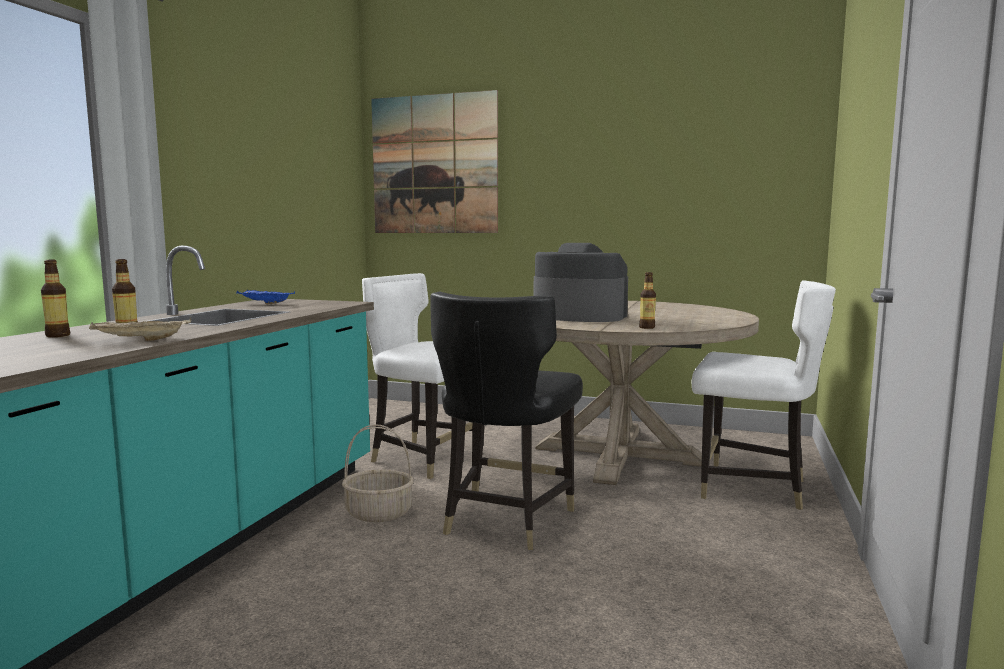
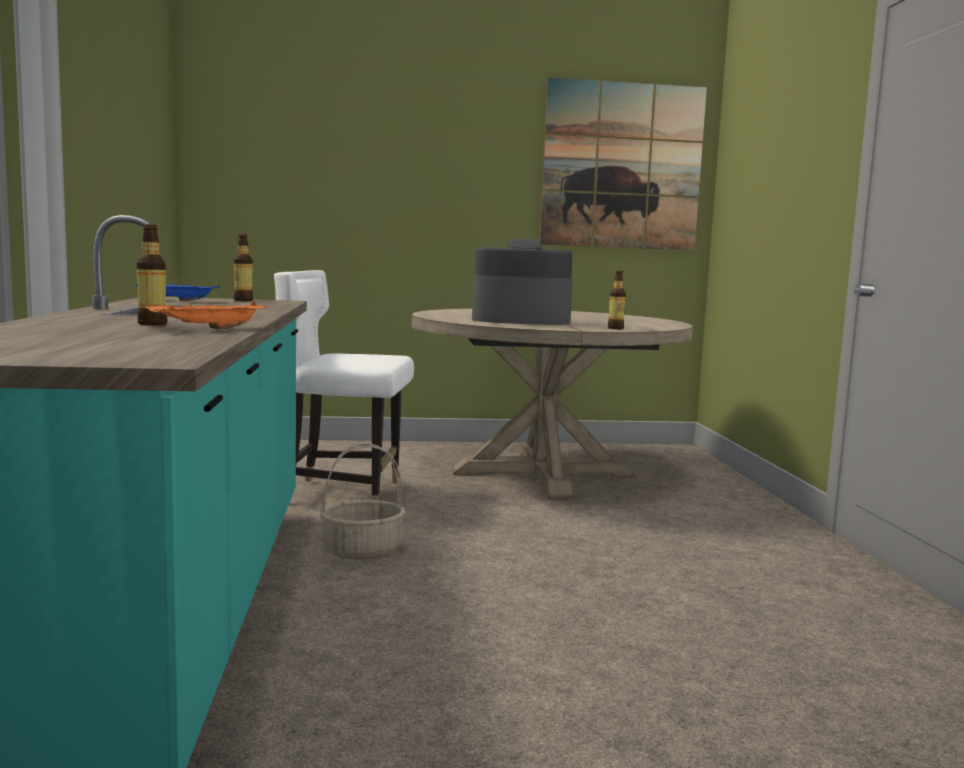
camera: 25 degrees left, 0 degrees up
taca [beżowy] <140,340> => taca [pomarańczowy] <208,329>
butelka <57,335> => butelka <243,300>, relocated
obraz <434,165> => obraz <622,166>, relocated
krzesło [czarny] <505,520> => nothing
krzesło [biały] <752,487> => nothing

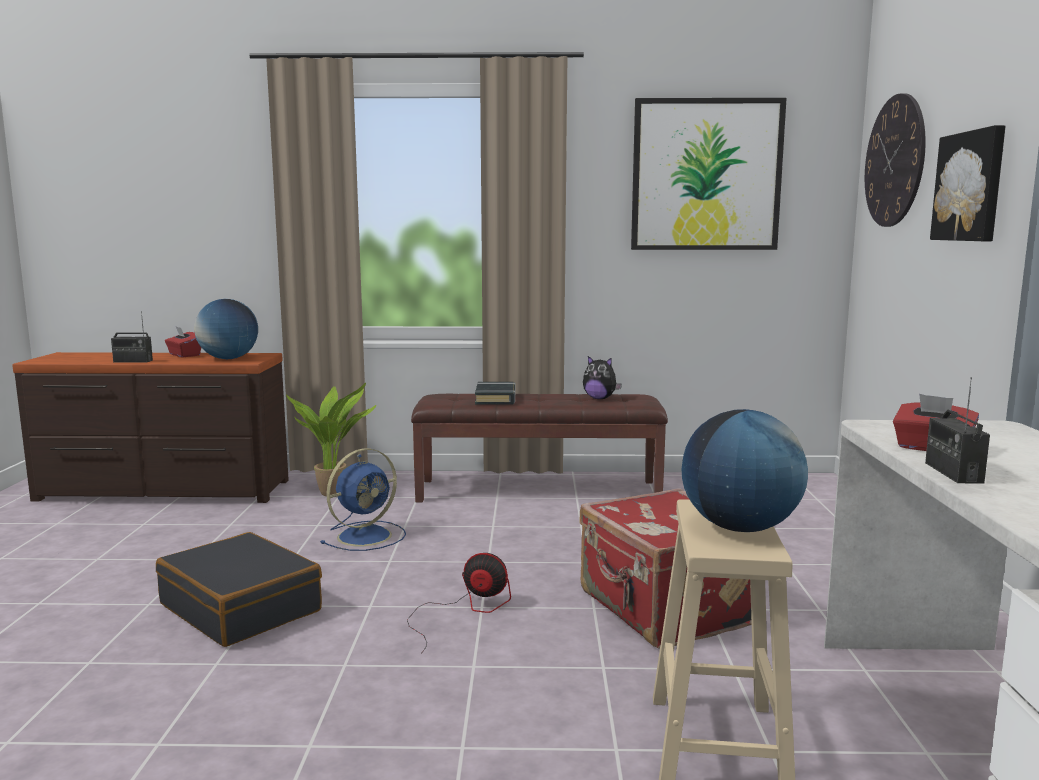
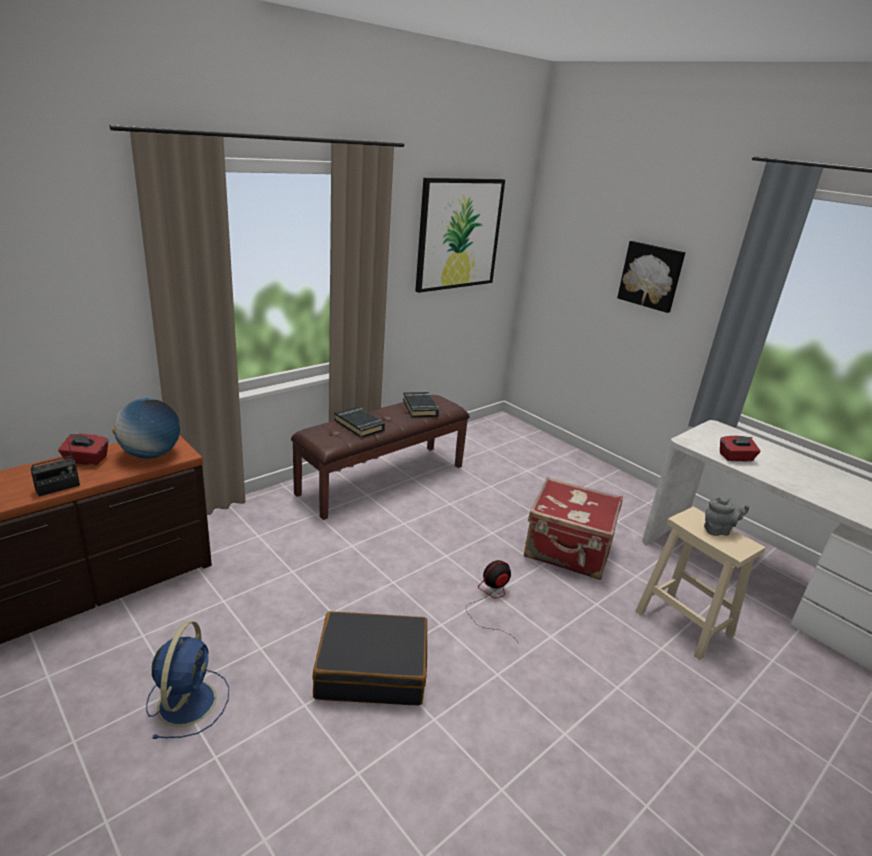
camera: 45 degrees left, 15 degrees up
wentylator [niebieski] <366,536> => wentylator [niebieski] <188,700>, relocated
pluszak <600,398> => książka [czarny] <420,408>
globus <740,528> => imbryk [szary] <718,530>
roślina doniczkowa <334,493> => nothing
zegar ścienny <894,161> => nothing
radio <953,473> => nothing

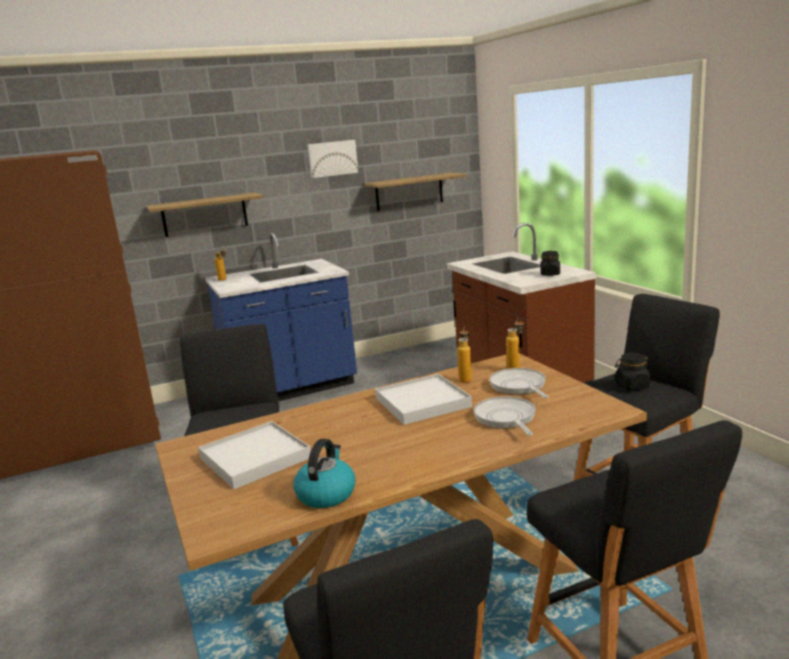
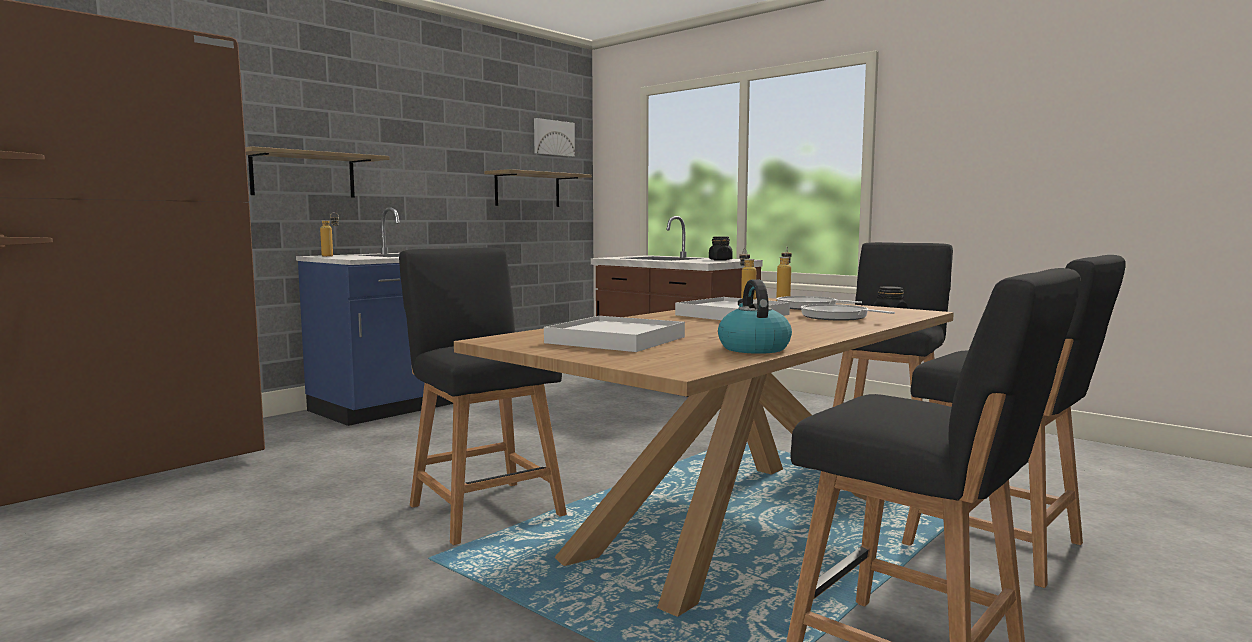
camera: 25 degrees left, 10 degrees down
obraz <332,158> => obraz <553,138>, relocated

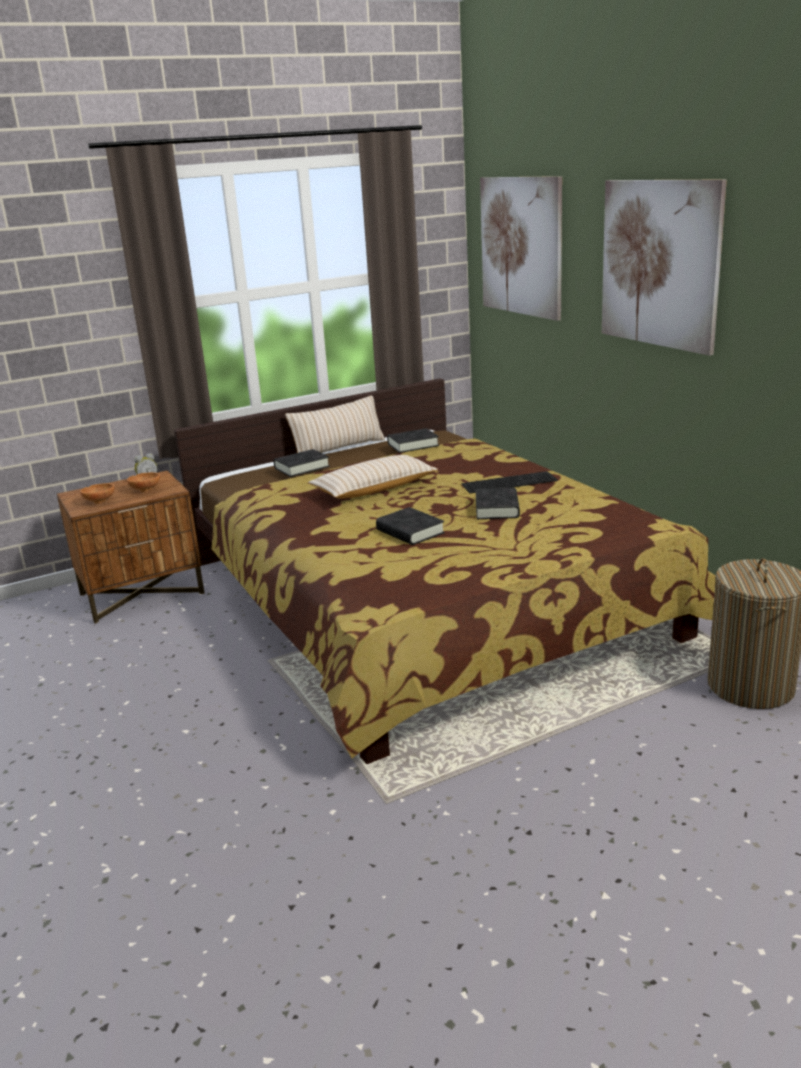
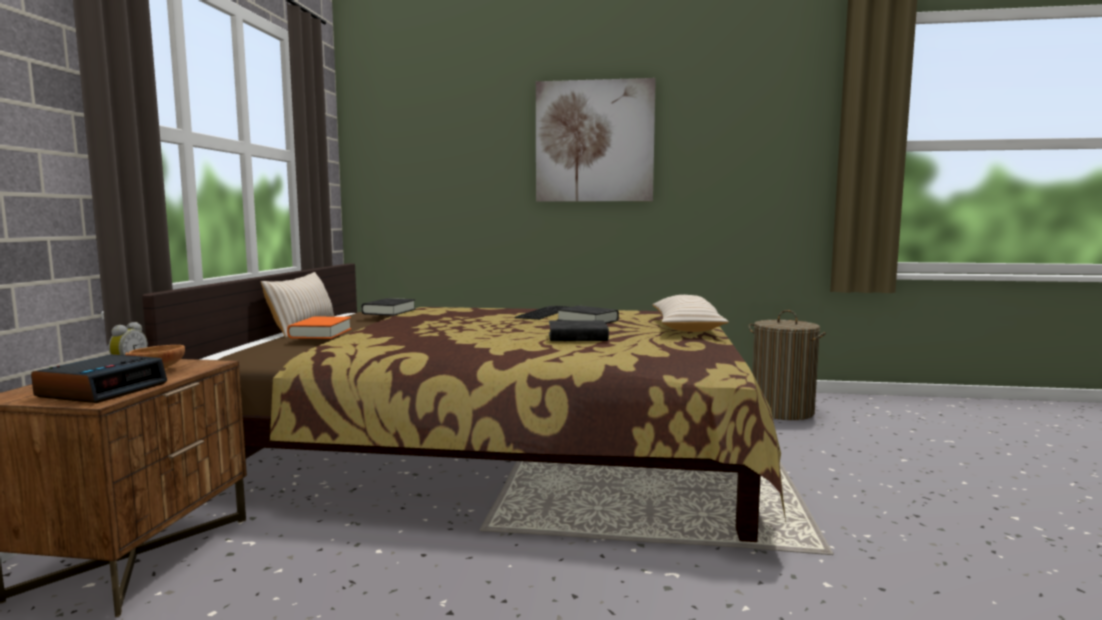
camera: 55 degrees left, 15 degrees down
miska [brązowy] <100,501> => budzik <103,390>
książka [czarny] <302,467> => książka [pomarańczowy] <320,333>
poduszka [beżowy] <374,489> => poduszka [beżowy] <686,327>, relocated
obraz <521,246> => nothing

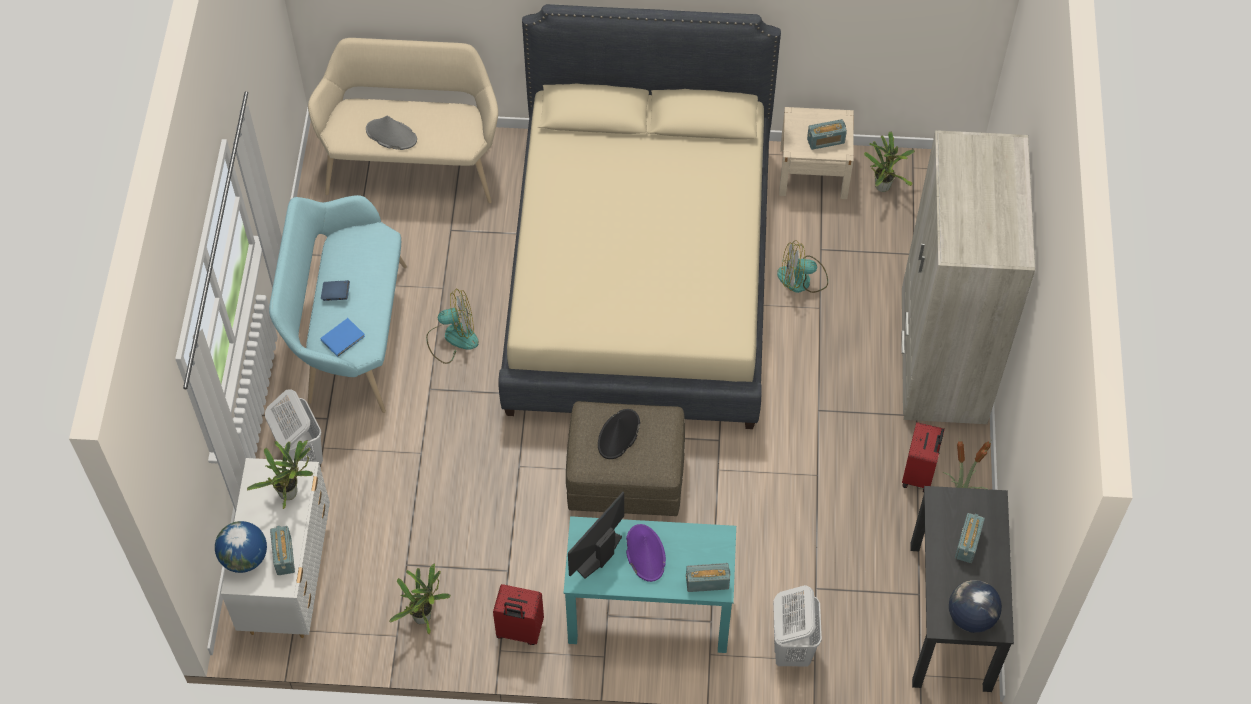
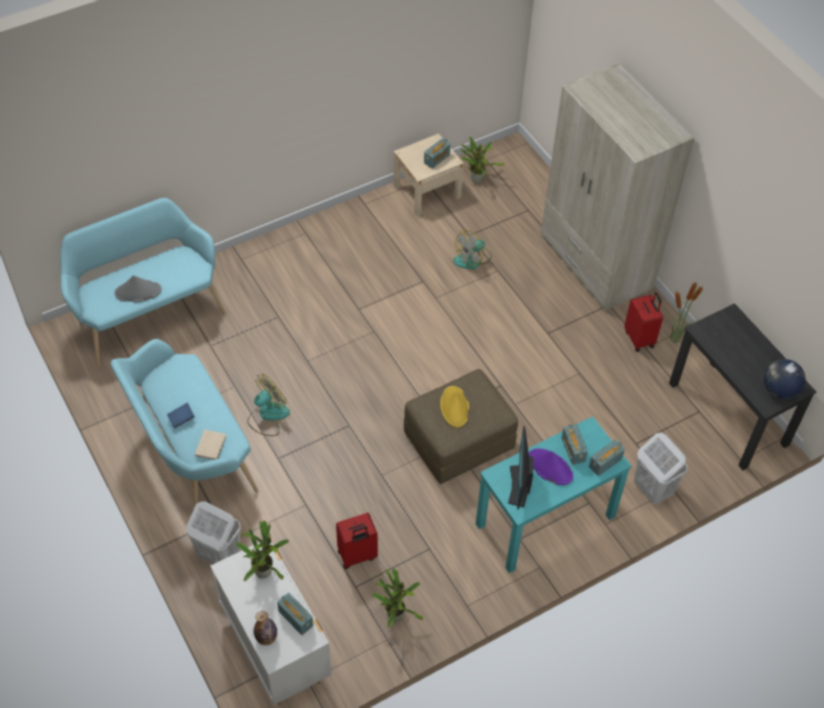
camera: 35 degrees left, 5 degrees down
ławka [beżowy] <413,163> => ławka [turkusowy] <148,315>
książka [niebieski] <344,338> => książka [beżowy] <211,445>
globus <244,558> => butelka <266,638>
walizka [czerwony] <519,631> => walizka [czerwony] <357,556>, relocated
kapelusz [czarny] <618,435> => kapelusz [żółty] <454,407>
radio <967,543> => radio <573,450>, relocated
łóżko [beżowy] <640,276> => nothing

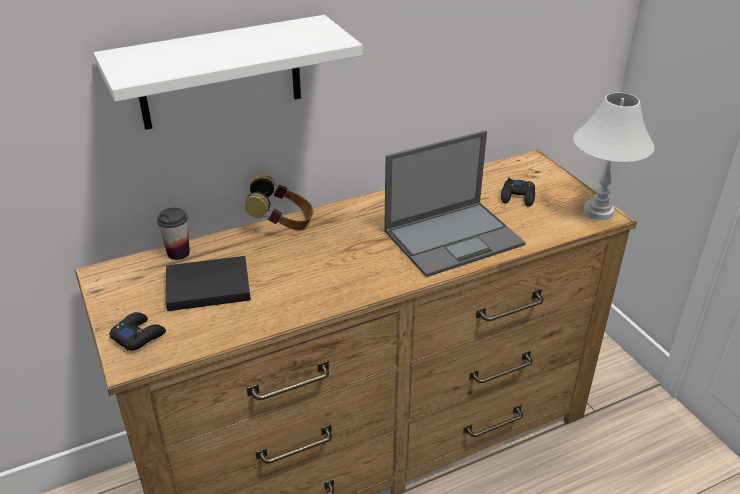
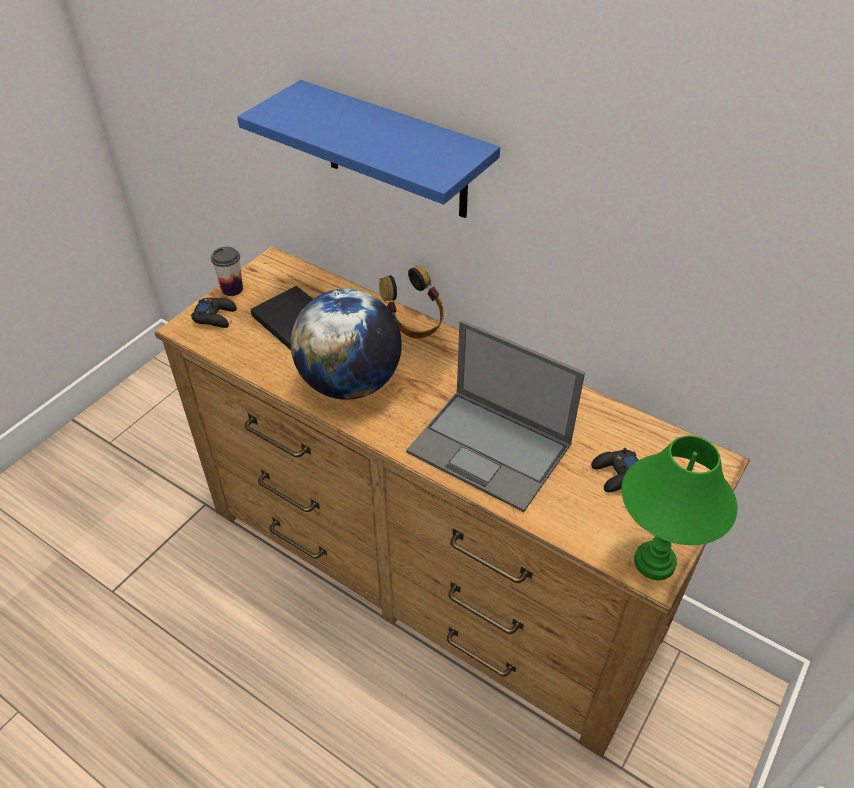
camera: 60 degrees right, 10 degrees up
filiżanka <178,253> => filiżanka <232,289>, relocated
półka [biały] <220,73> => półka [niebieski] <396,152>
nothing => globus <350,383>
lampa stołowa [biały] <598,211> => lampa stołowa [zielony] <655,562>

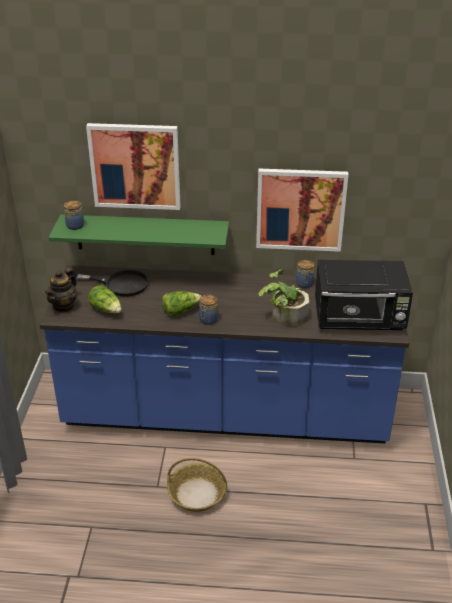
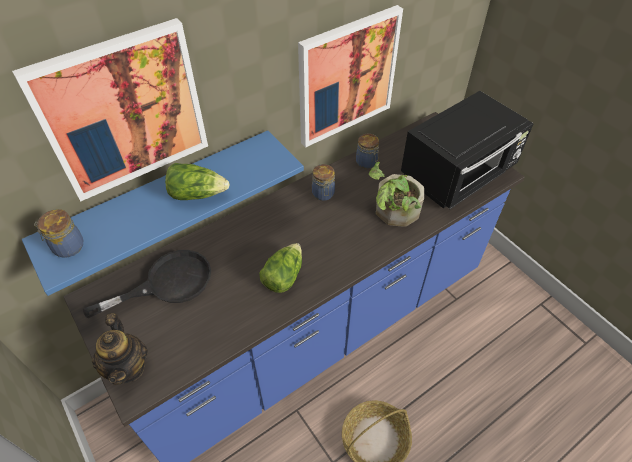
camera: 40 degrees left, 15 degrees up
półka [zielony] <145,234> => półka [niebieski] <163,200>
sałata <106,310> => sałata <197,194>, relocated
słoik <208,320> => słoik <323,194>, relocated

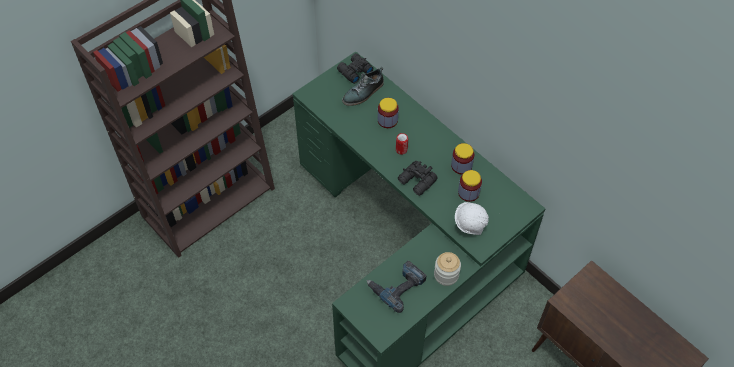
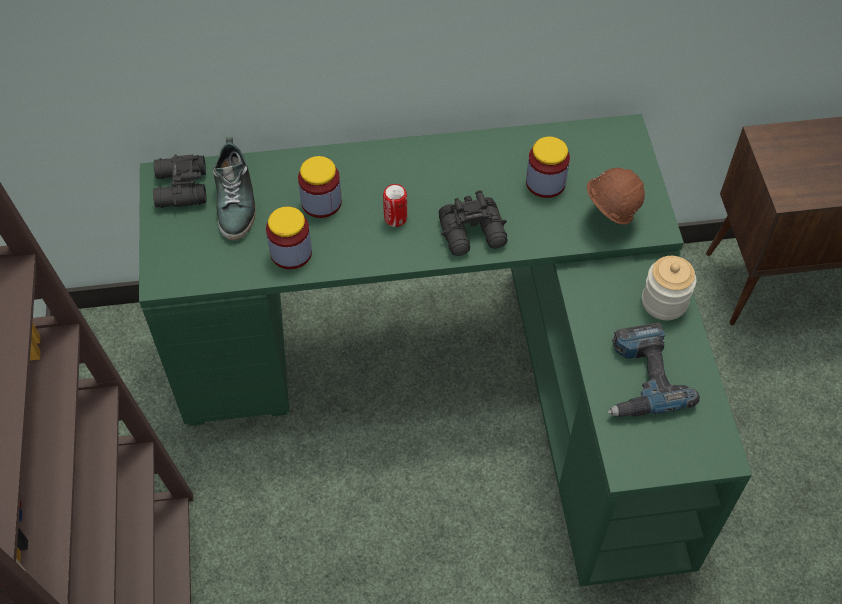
camera: 55 degrees left, 0 degrees up
słoik <461,166> => słoik <291,253>, relocated
kask [biały] <470,226> => kask [brązowy] <608,217>

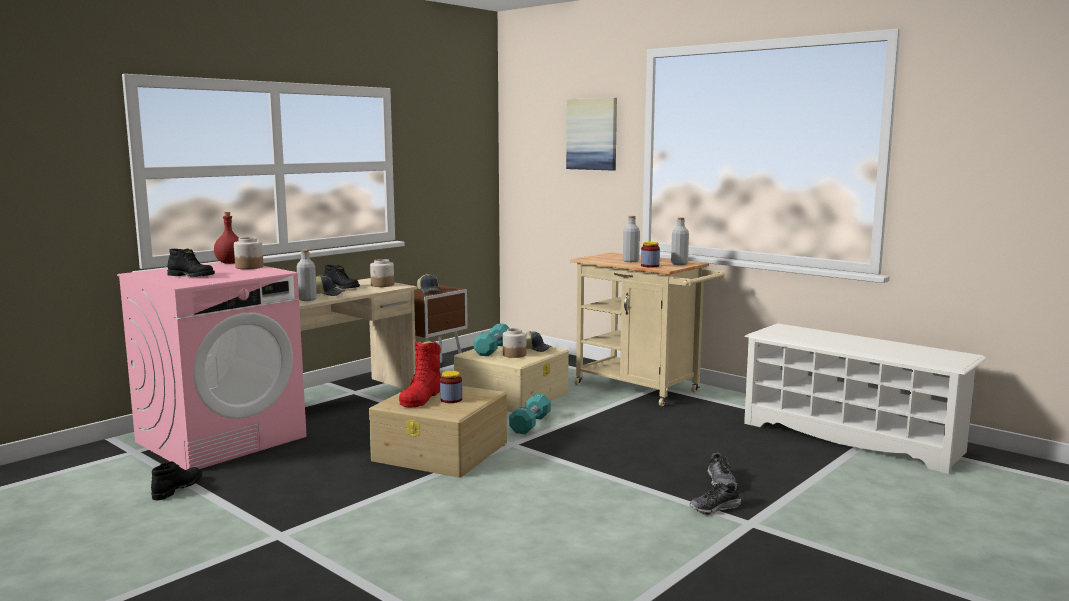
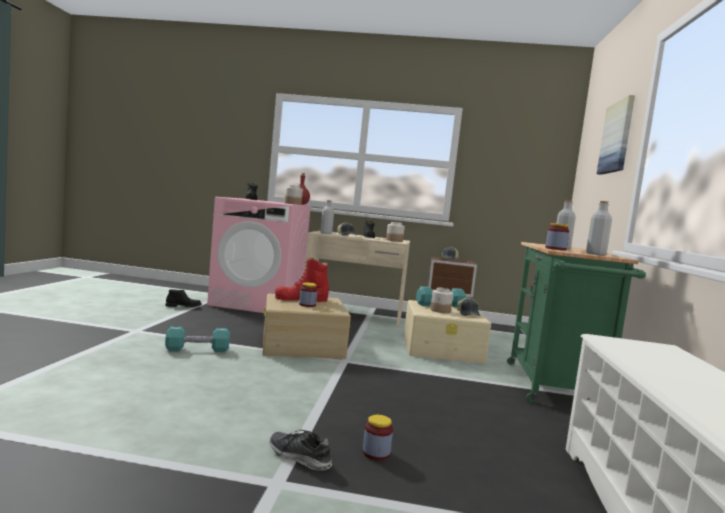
camera: 55 degrees right, 5 degrees down
hantel [turkusowy] <530,424> => hantel [turkusowy] <197,350>, relocated
but <721,481> => słoik <376,453>
wózek [beżowy] <643,389> => wózek [zielony] <554,389>

